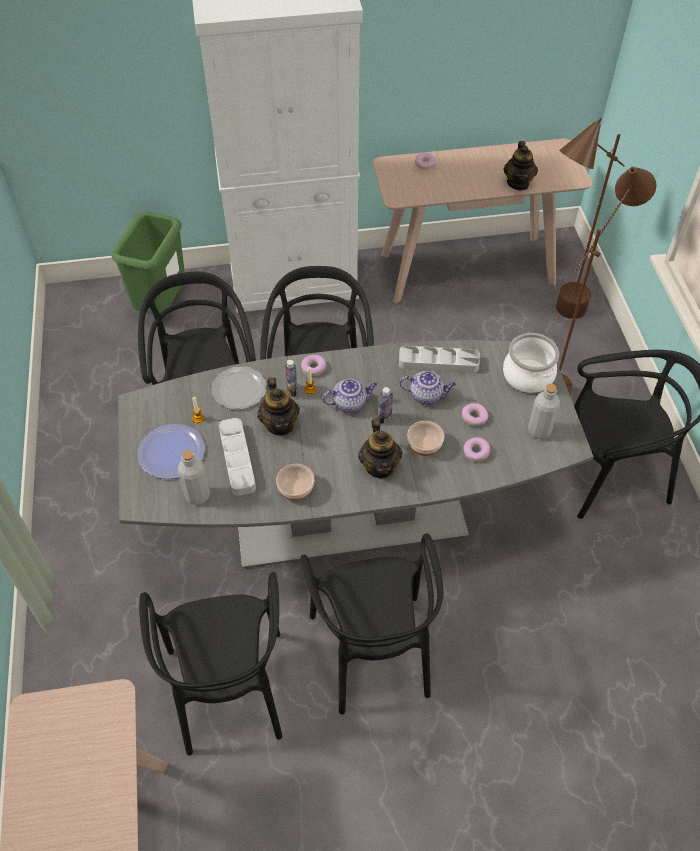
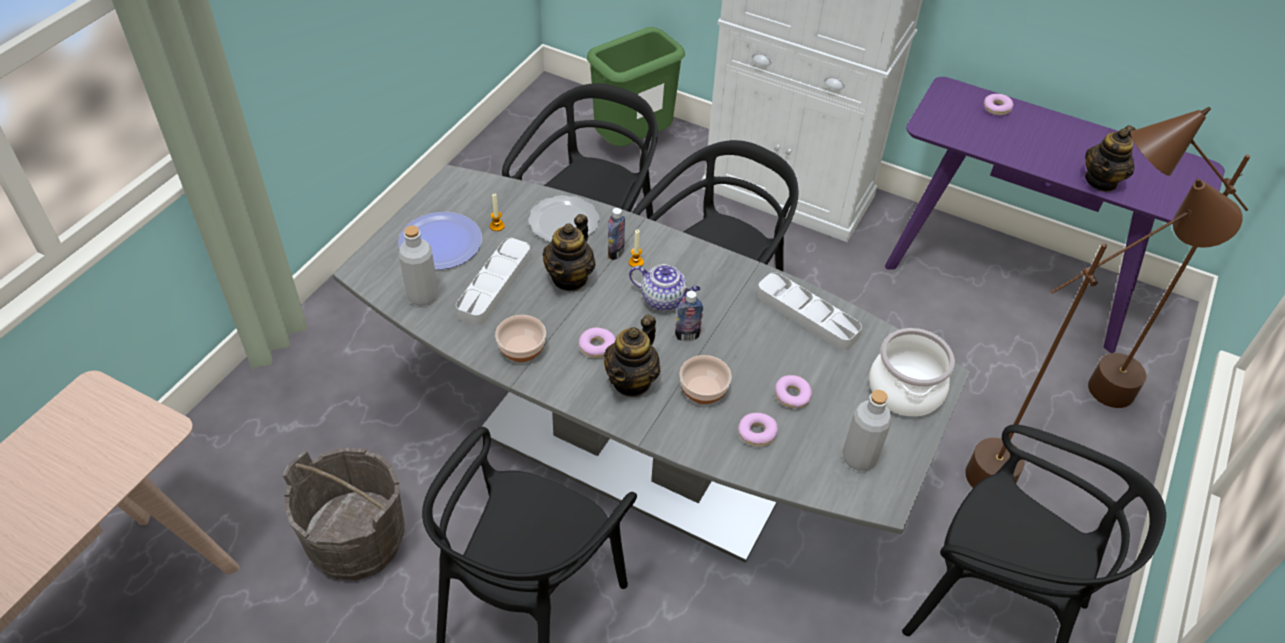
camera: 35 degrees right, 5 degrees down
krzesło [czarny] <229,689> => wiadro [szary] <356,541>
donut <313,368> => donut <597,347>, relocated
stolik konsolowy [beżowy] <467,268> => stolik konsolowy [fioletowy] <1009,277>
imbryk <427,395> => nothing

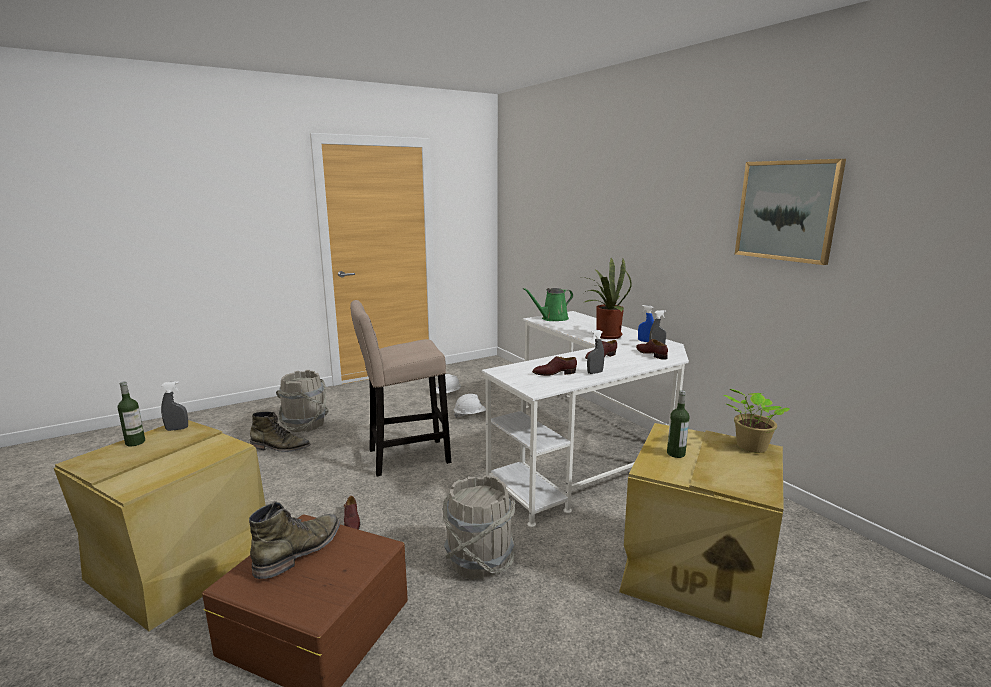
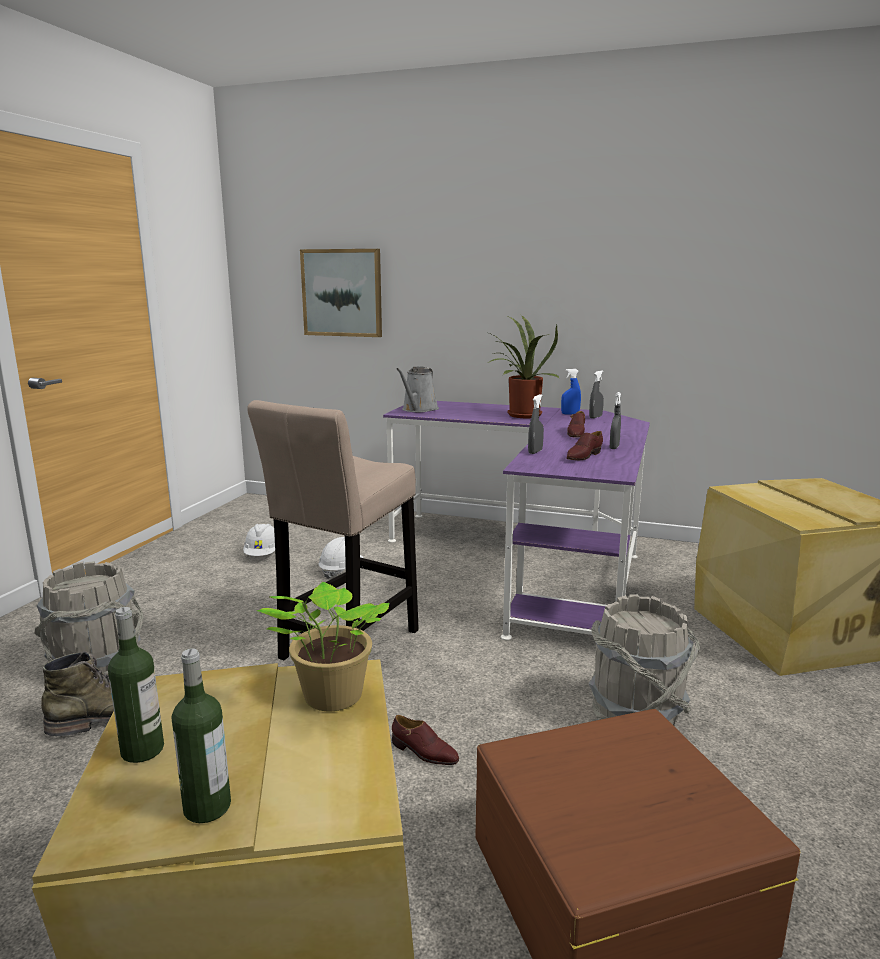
camera: 40 degrees left, 0 degrees up
butelka <676,454> => butelka <207,807>, relocated
roślina doniczkowa <749,447> => roślina doniczkowa <330,698>, relocated
obraz <787,210> => obraz <342,293>, relocated
biurko [biały] <586,449> => biurko [fioletowy] <530,563>
konewka [zielony] <552,319> => konewka [szary] <418,409>
spryskiwacz [szary] <177,429> => spryskiwacz [szary] <535,452>, relocated
but z cholewką [zielony] <300,551> => nothing
but [brązowy] <651,354> => nothing

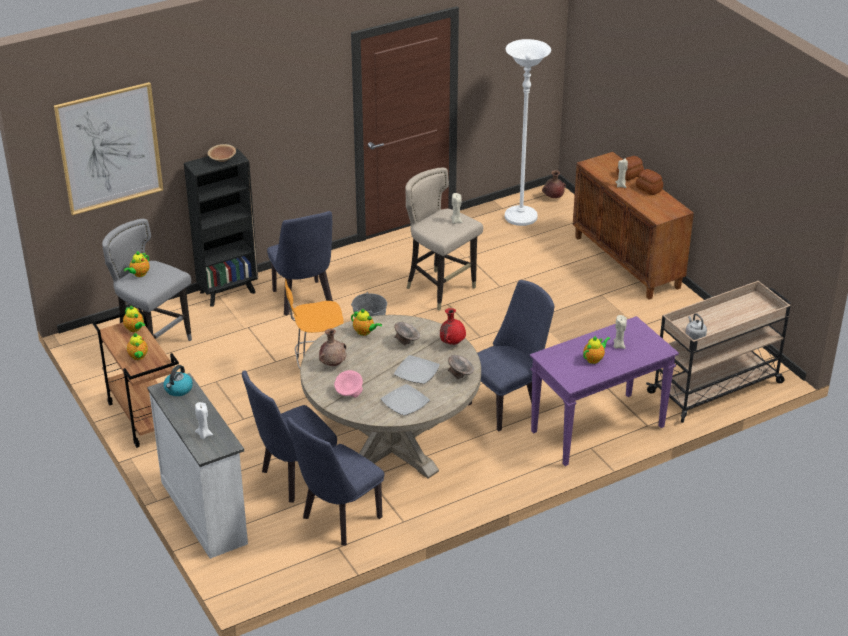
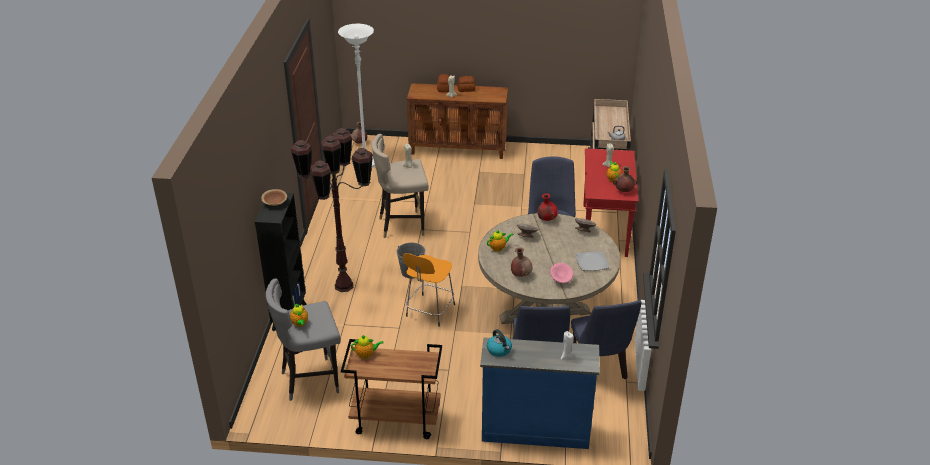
camera: 55 degrees left, 0 degrees up
krzesło [niebieski] <304,301> => lampa stojąca [brązowy] <344,286>
komoda [biały] <205,511> => komoda [niebieski] <535,431>
stolik konsolowy [fioletowy] <597,430> => stolik konsolowy [czerwony] <605,231>
nothing => wazon [brązowy] <623,191>
obraz <109,148> => nothing
imbryk <138,357> => nothing
talerz <416,371> => nothing

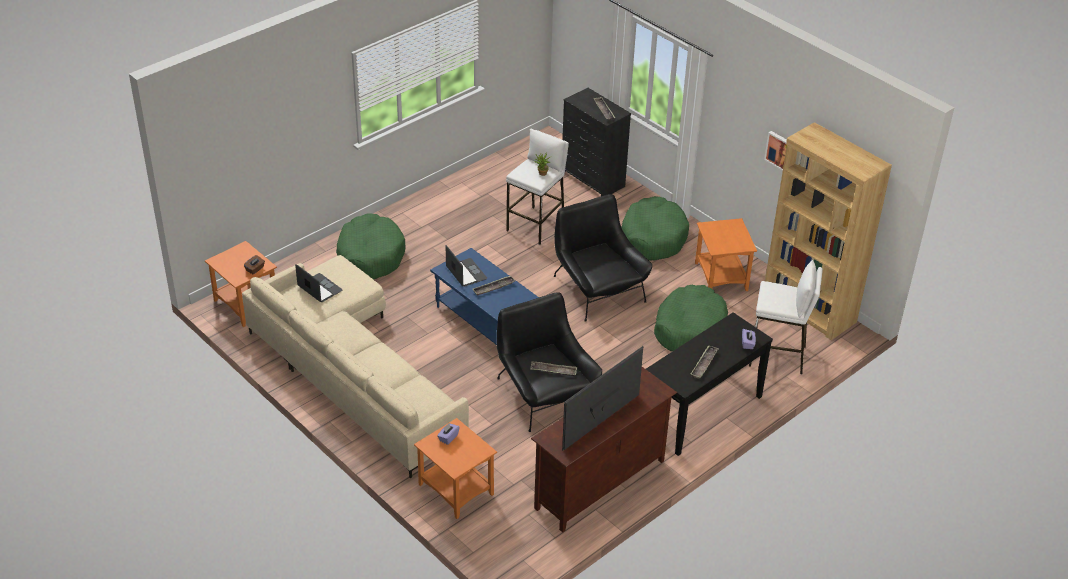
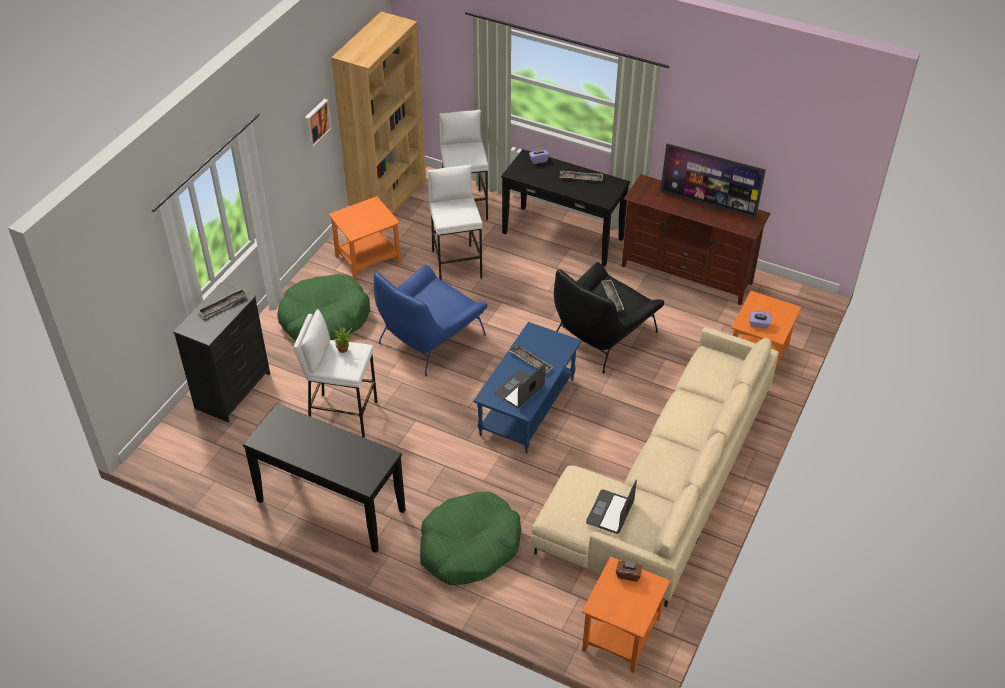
camera: 110 degrees left, 5 degrees up
nothing => stolik konsolowy [czarny] <330,506>
fotel [czarny] <597,289> => fotel [niebieski] <430,338>
legowisko [zielony] <689,328> => stołek [biały] <456,264>

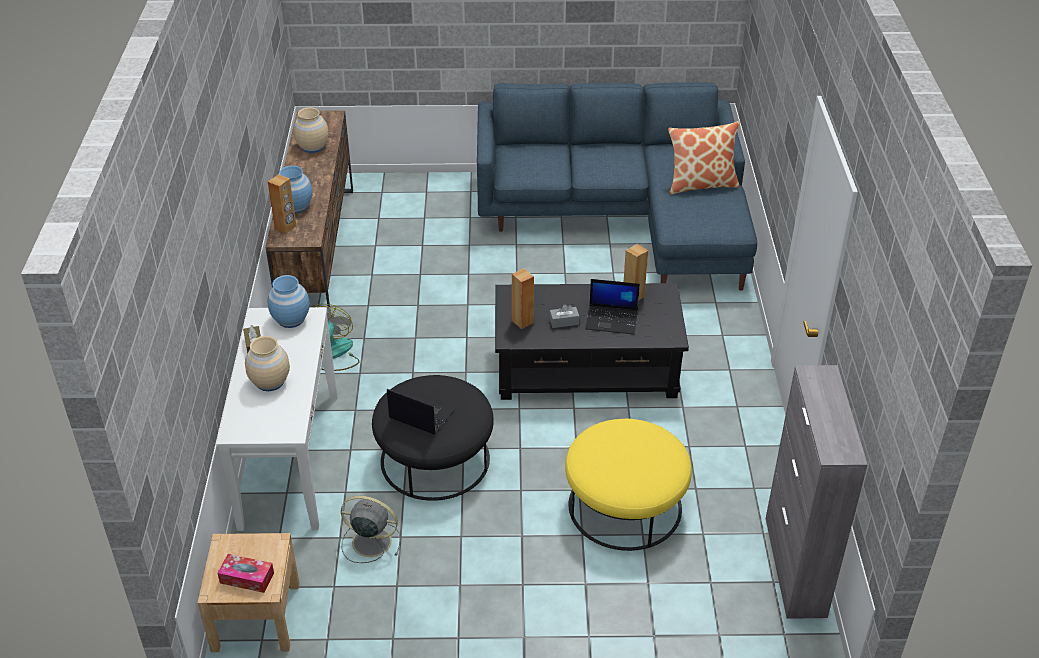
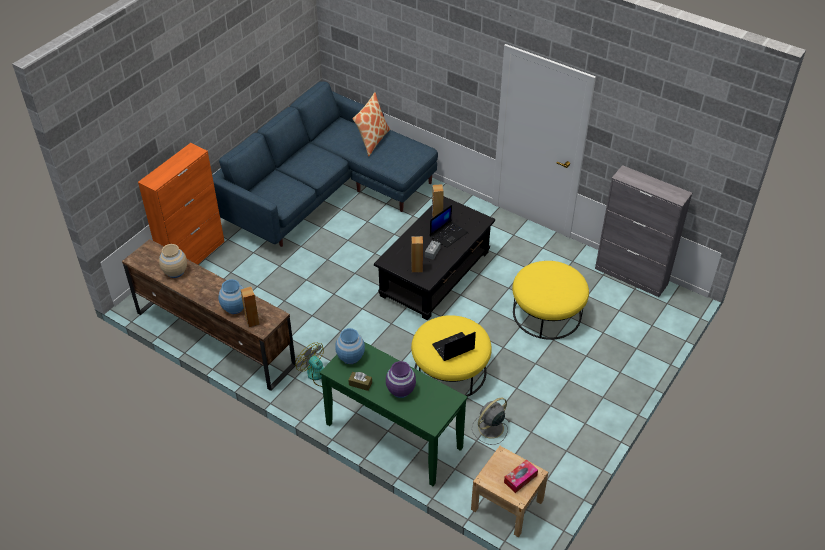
camera: 55 degrees left, 5 degrees up
nothing => szafka [pomarańczowy] <193,257>
stolik konsolowy [biały] <289,459> => stolik konsolowy [zielony] <393,436>
wazon [beżowy] <270,381> => wazon [fioletowy] <400,390>
pufa [czarny] <434,459> => pufa [żółty] <450,371>

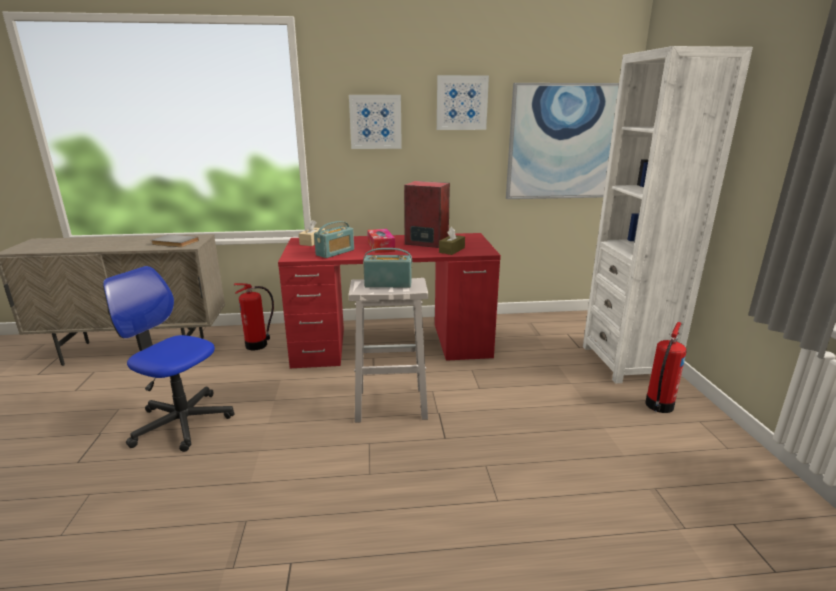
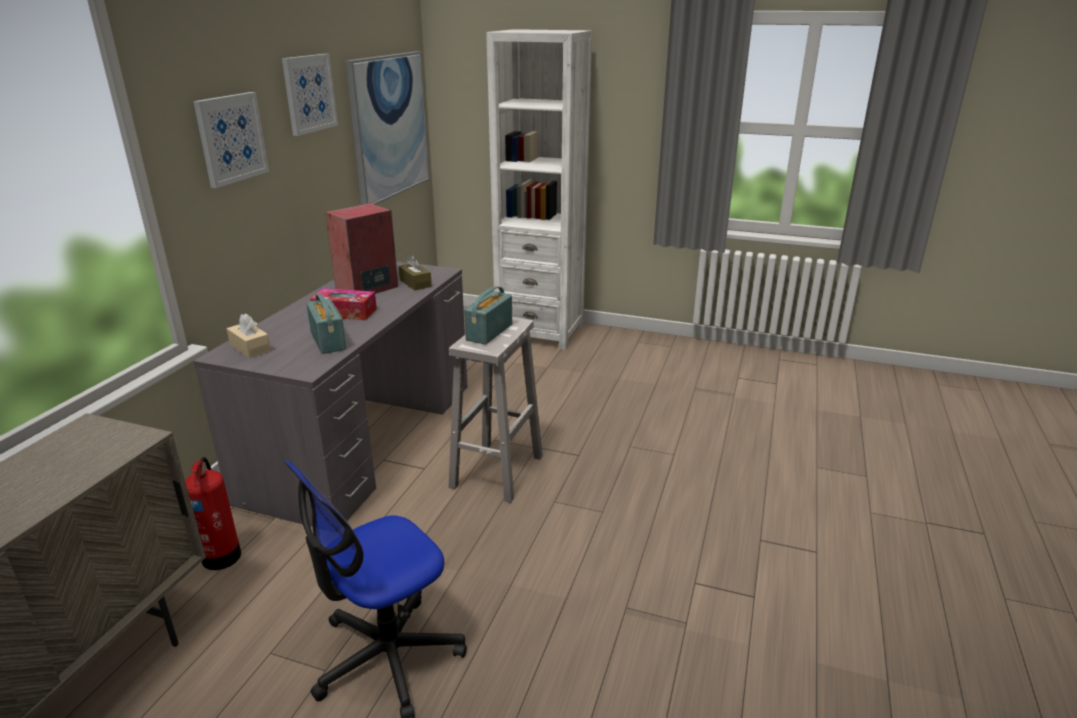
camera: 65 degrees left, 5 degrees up
biurko [czerwony] <392,344> => biurko [szary] <365,438>
książka [szary] <174,243> => nothing
gaśnica <658,406> => nothing

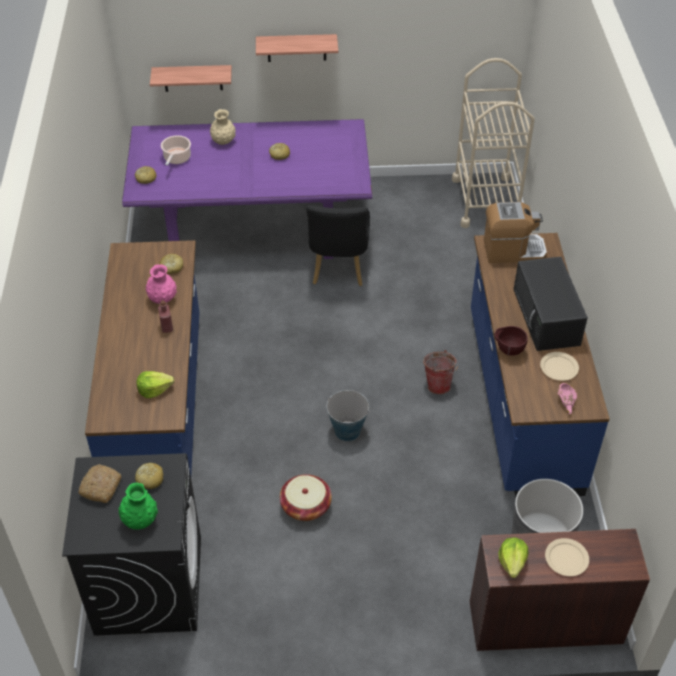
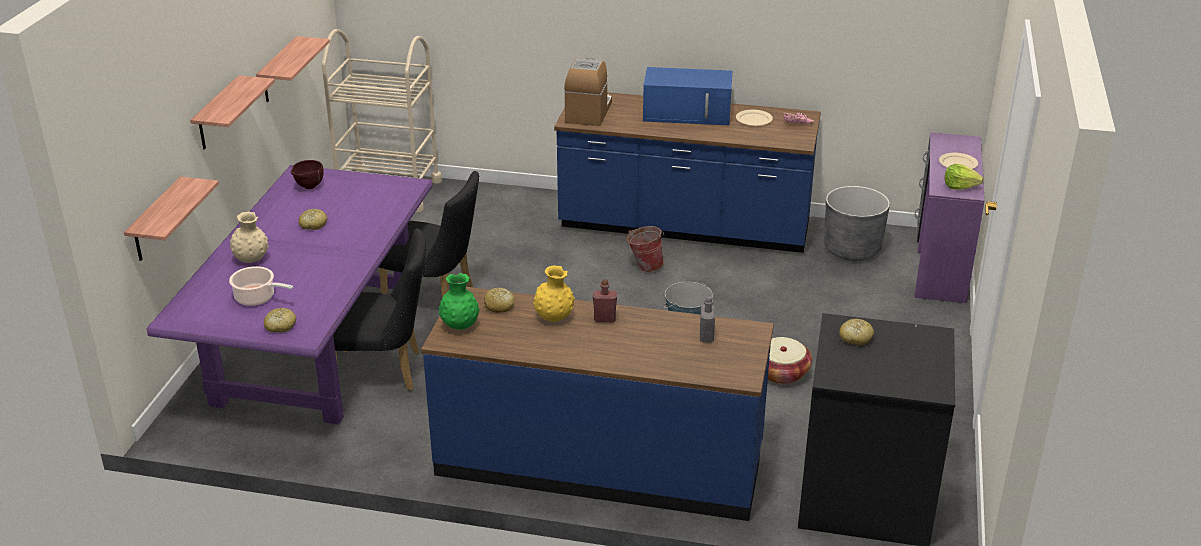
camera: 75 degrees left, 15 degrees down
nothing => półka <279,71>
miska [brązowy] <508,350> => miska [brązowy] <308,187>, relocated
nothing => krzesło [czarny] <385,372>
wazon [zielony] <140,520> => wazon [zielony] <460,326>, relocated
wazon [różowy] <162,299> => wazon [żółty] <554,317>
mikrofalówka [czarny] <547,317> => mikrofalówka [niebieski] <688,113>
sałata <154,389> => butelka [szary] <706,336>
biurko [brązowy] <544,621> => biurko [fioletowy] <938,265>
chleb <101,486> => nothing

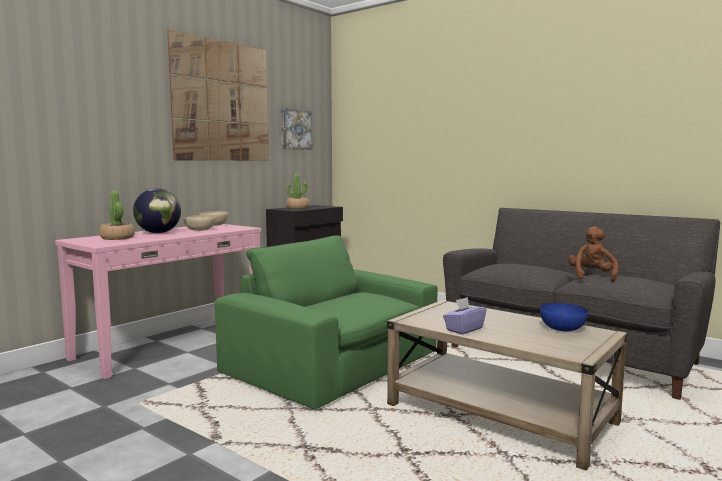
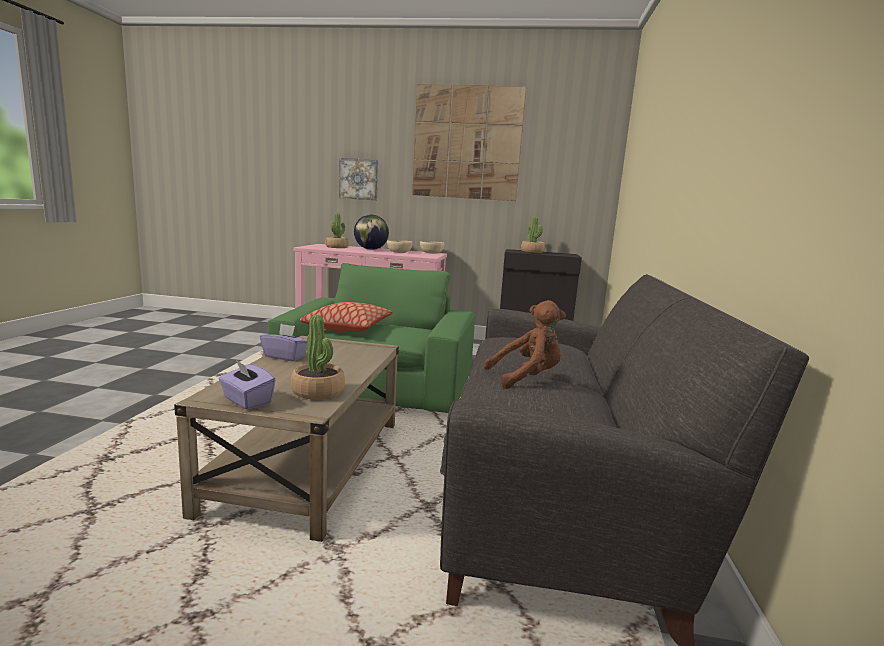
camera: 60 degrees right, 5 degrees up
nothing => pudełko chusteczek [fioletowy] <246,401>
miska [niebieski] <562,328> => roślina doniczkowa <318,391>
nothing => poduszka <348,327>
obraz <295,129> => obraz <359,179>, relocated

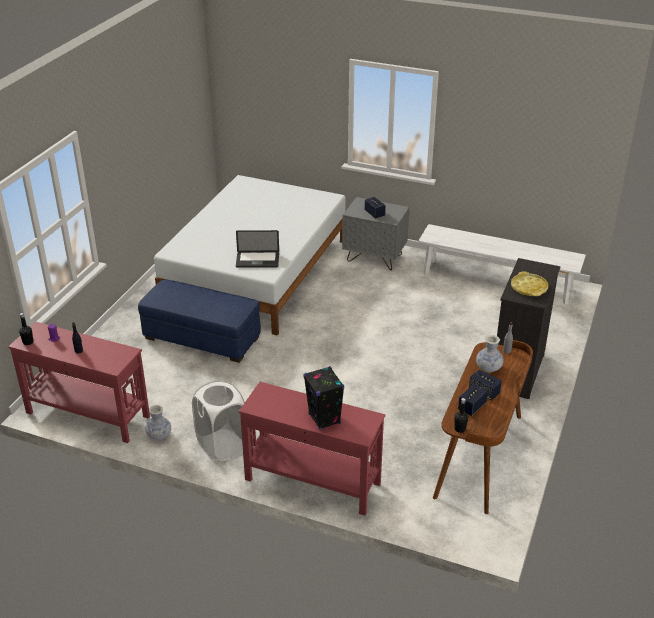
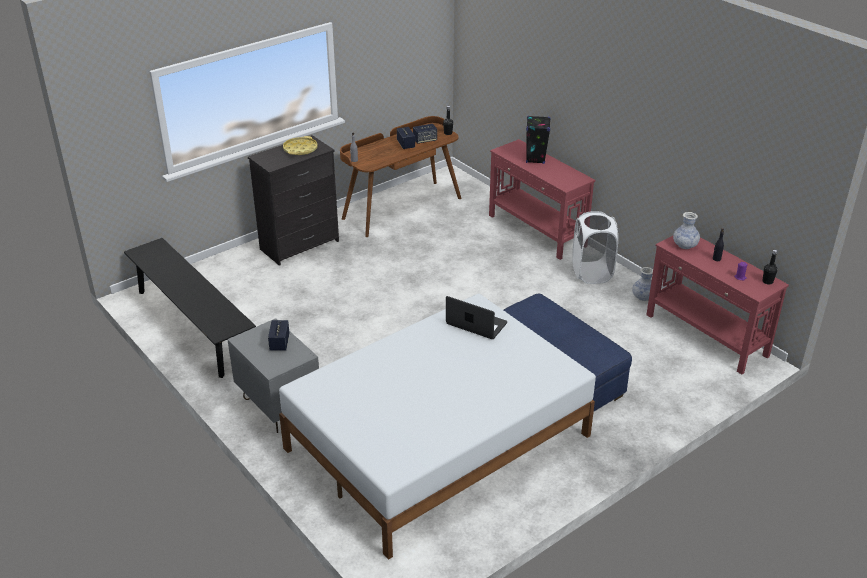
camera: 150 degrees left, 0 degrees up
ławka [biały] <496,281> => ławka [czarny] <193,326>
wazon <488,368> => wazon <685,245>, relocated

